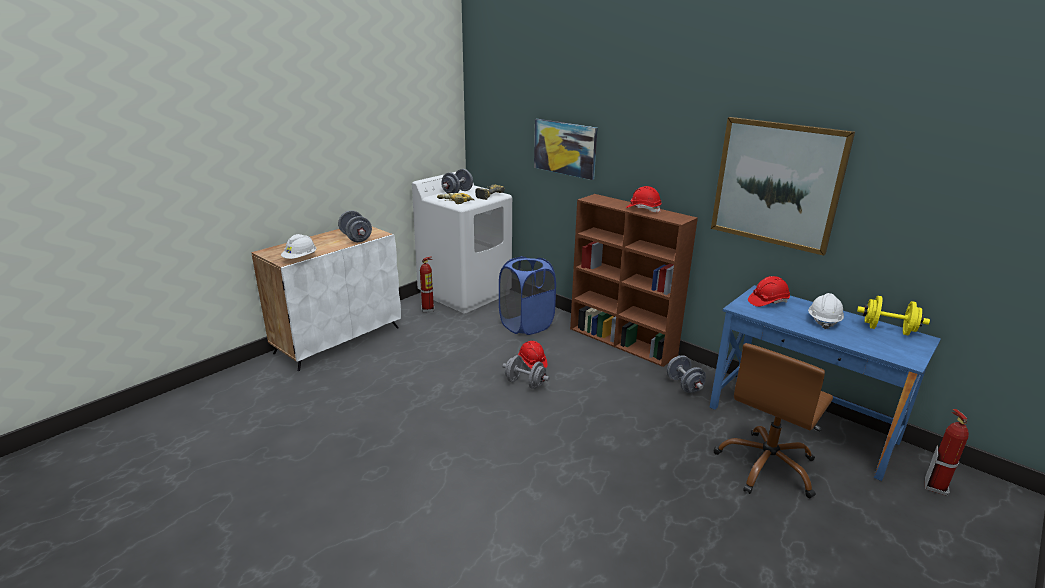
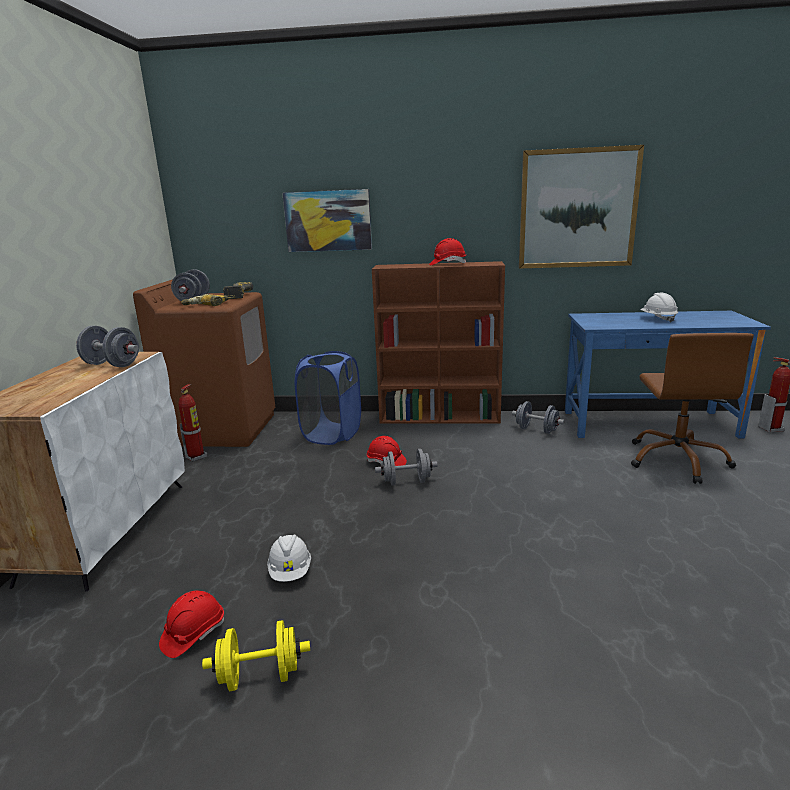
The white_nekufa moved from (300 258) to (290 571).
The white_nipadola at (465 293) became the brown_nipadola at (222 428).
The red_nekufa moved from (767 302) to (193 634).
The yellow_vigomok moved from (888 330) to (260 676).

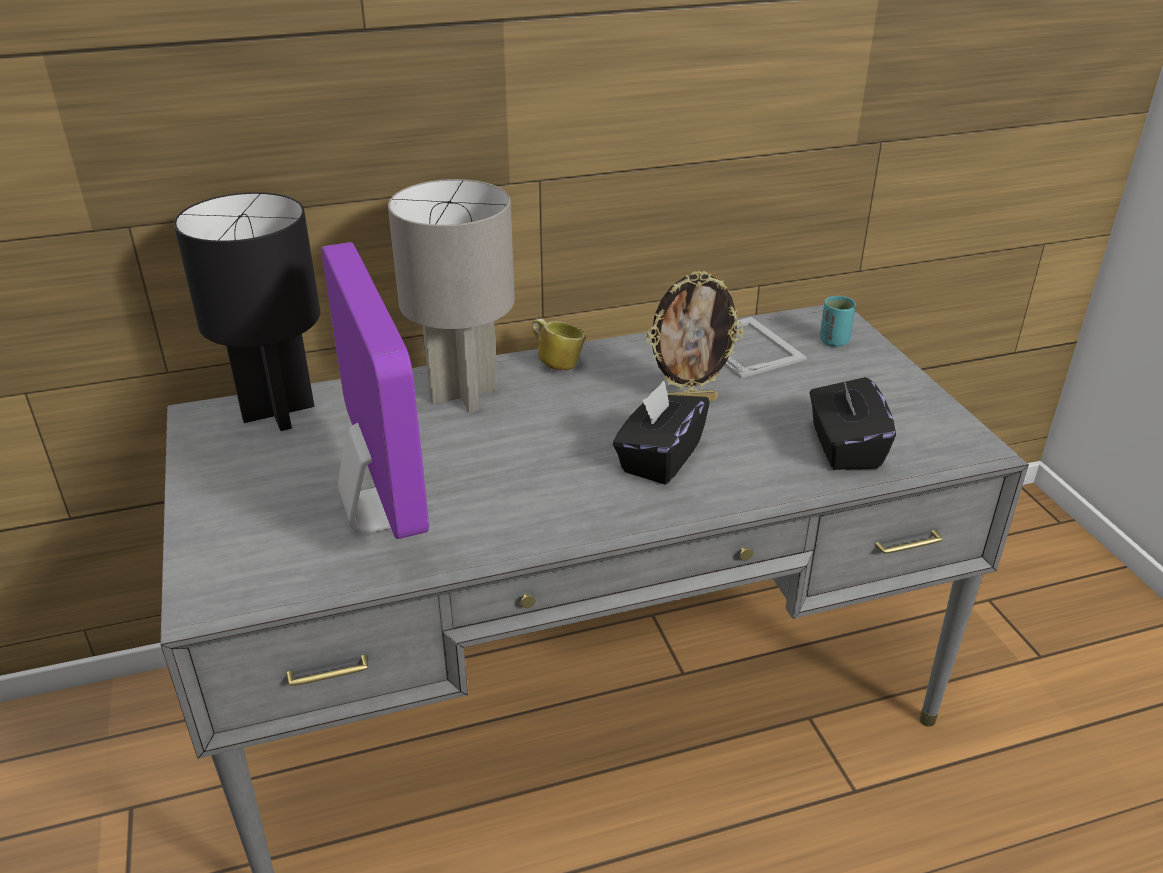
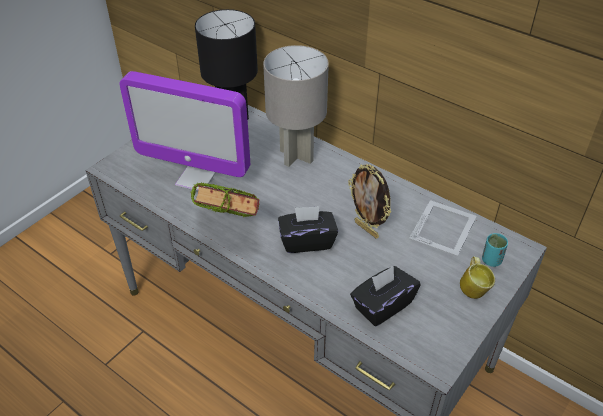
The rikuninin at (382 509) turned 75 degrees clockwise.
The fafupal moved from (557 363) to (474 288).
The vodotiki at (228 228) appeared.

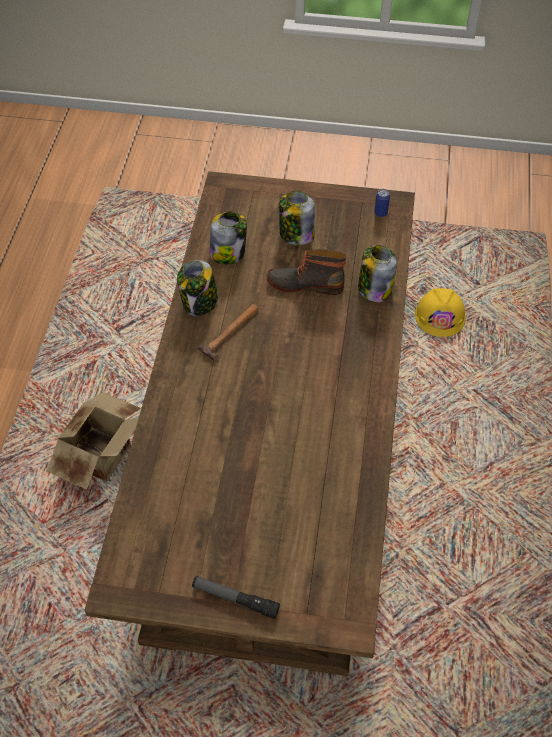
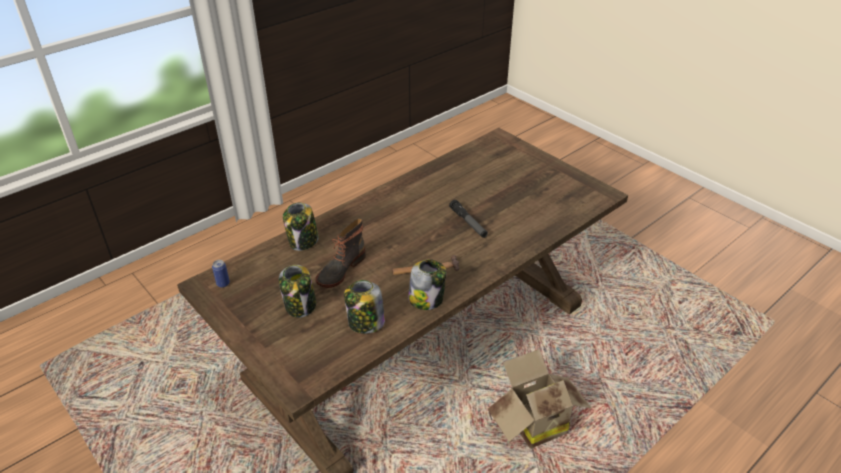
The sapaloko moved from (235 599) to (468 223).
The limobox at (305 283) turned 75 degrees clockwise.
The yellow_nekufa at (440 316) disappeared.

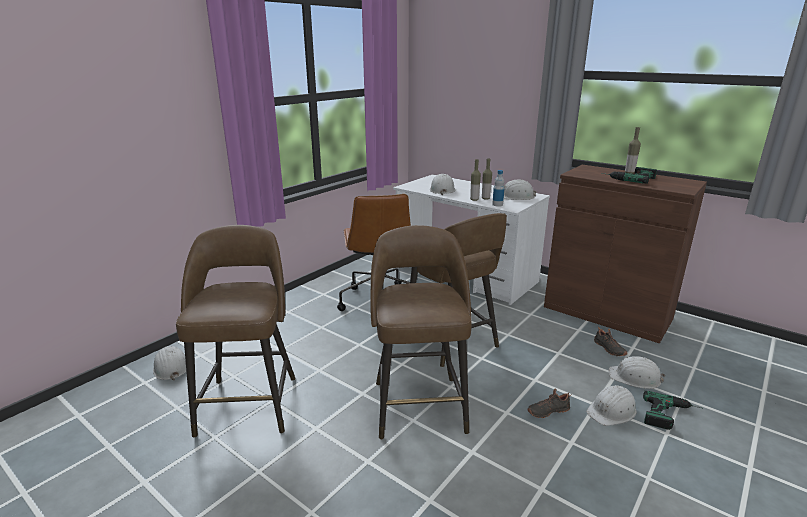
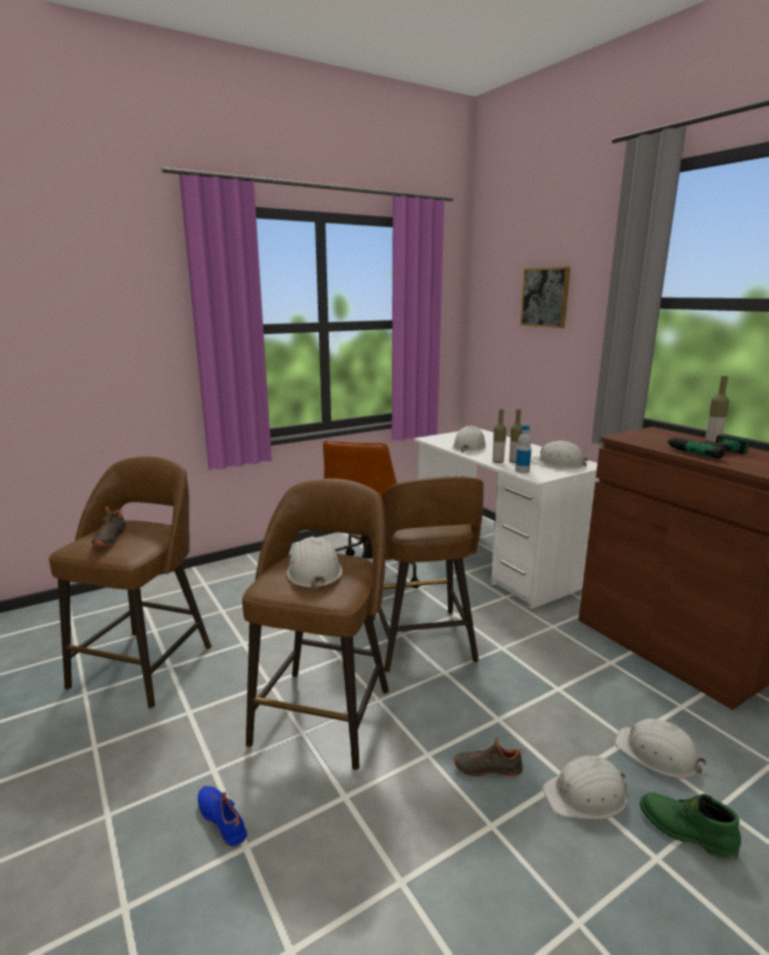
The white_nekufa moved from (171 367) to (314 571).
The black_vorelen moved from (608 349) to (109 539).
The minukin at (672 416) was replaced by the green_limobox at (685 832).
The blue_vorelen at (223 819) appeared.
The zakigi at (545 297) appeared.

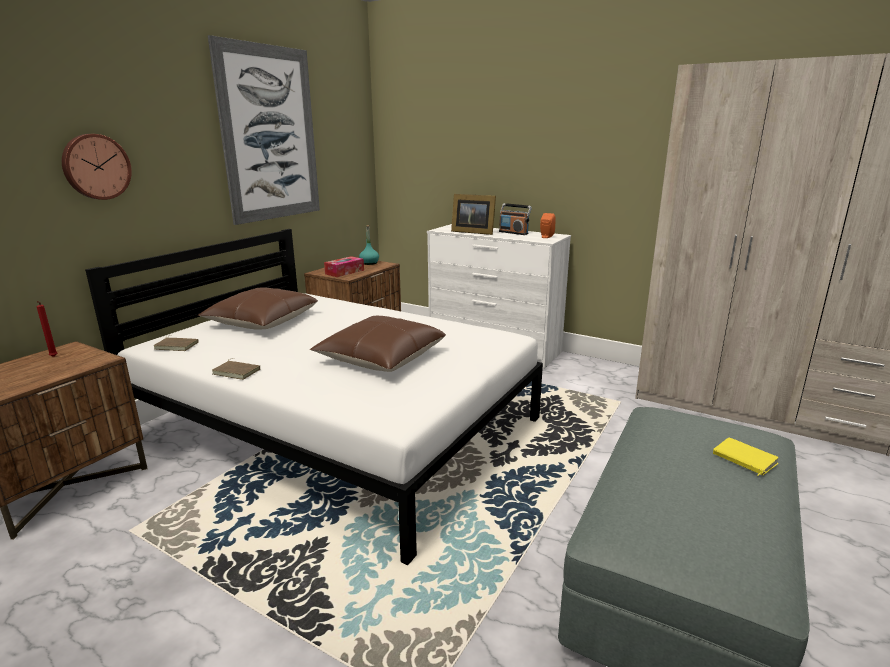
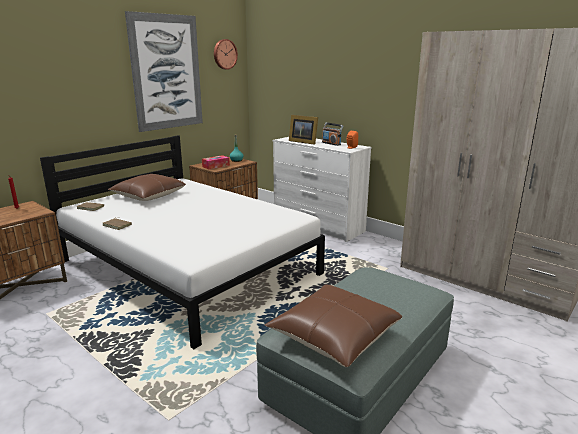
The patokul moved from (95 167) to (224 54).
The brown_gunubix moved from (381 358) to (334 335).
The yellow_vodotiki at (743 459) disappeared.

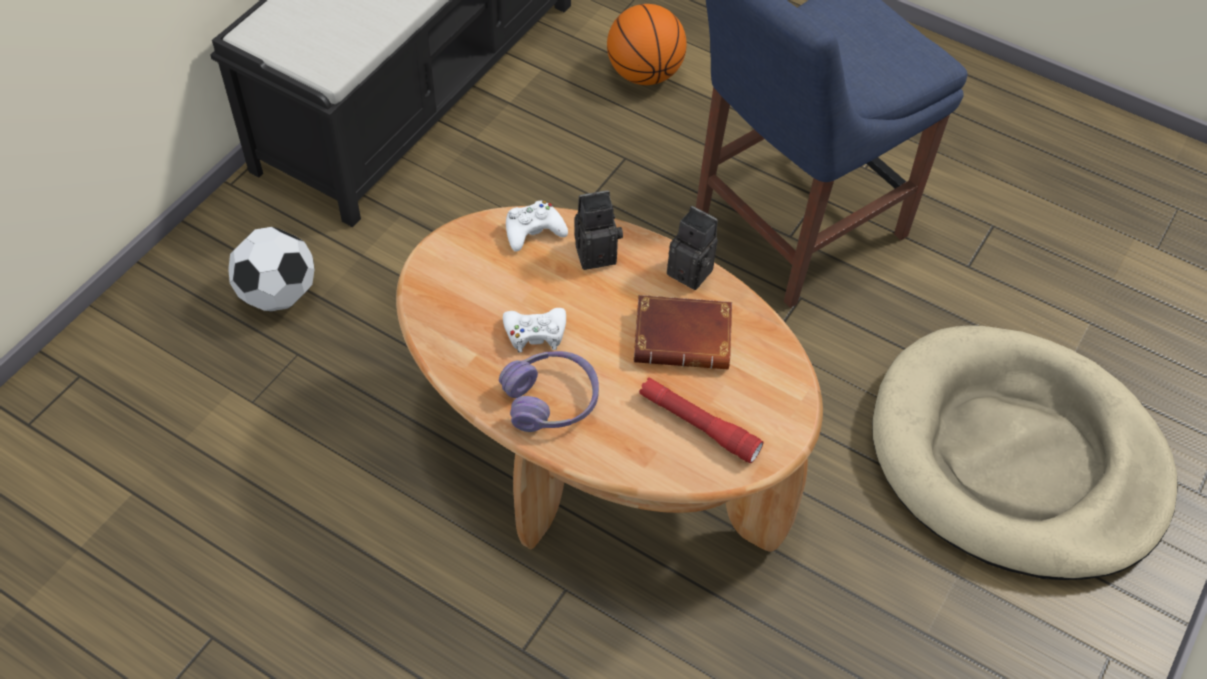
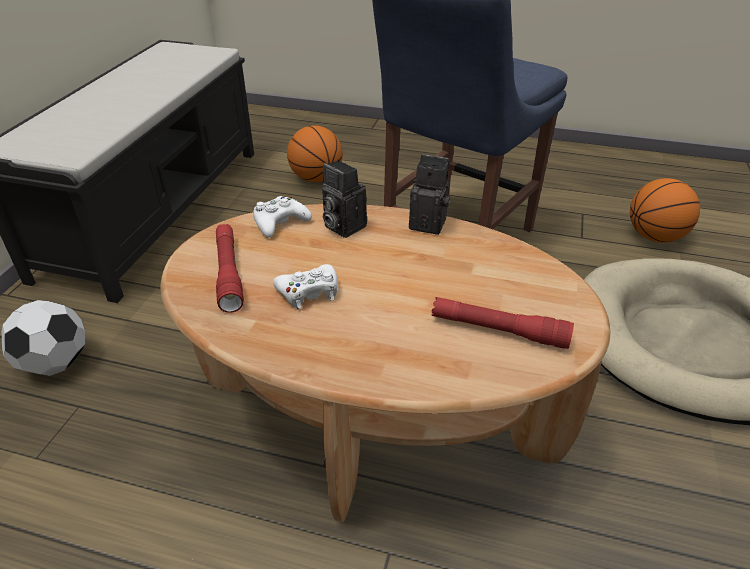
The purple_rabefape at (551 400) disappeared.
The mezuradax at (597 252) turned 105 degrees counterclockwise.
The brown_vodotiki at (685 337) disappeared.
The red_sapaloko at (229 273) appeared.
The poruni at (655 236) appeared.

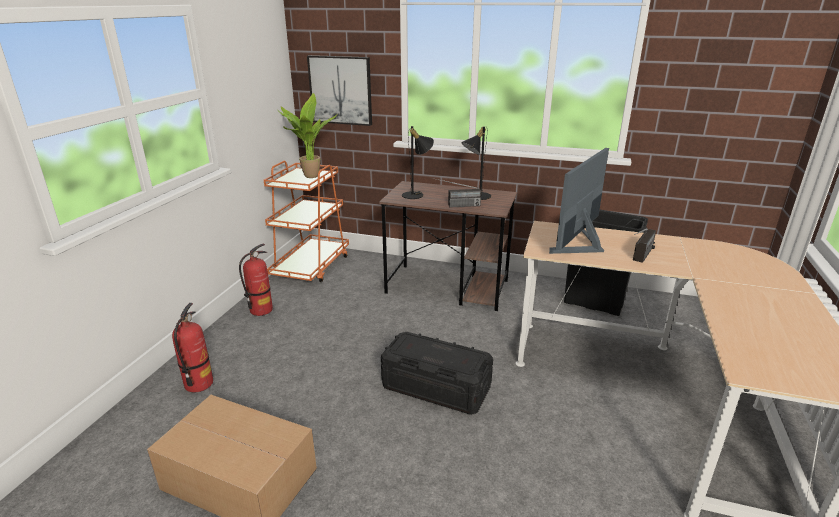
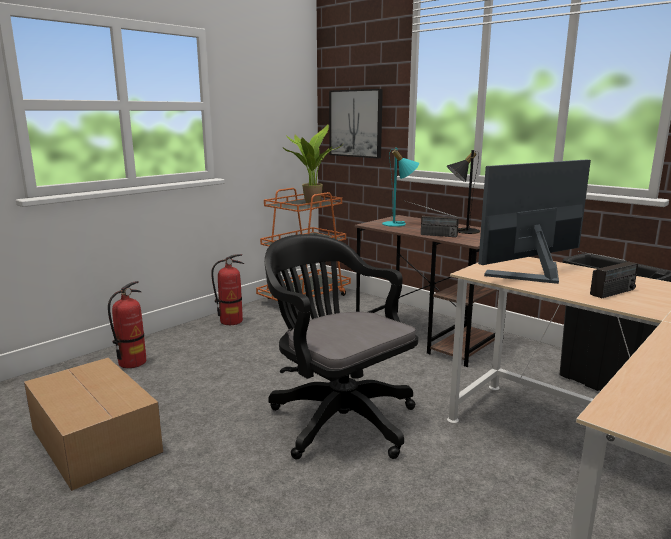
The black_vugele at (436 387) was replaced by the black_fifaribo at (337 418).
The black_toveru at (417 195) became the turquoise_toveru at (398 224).

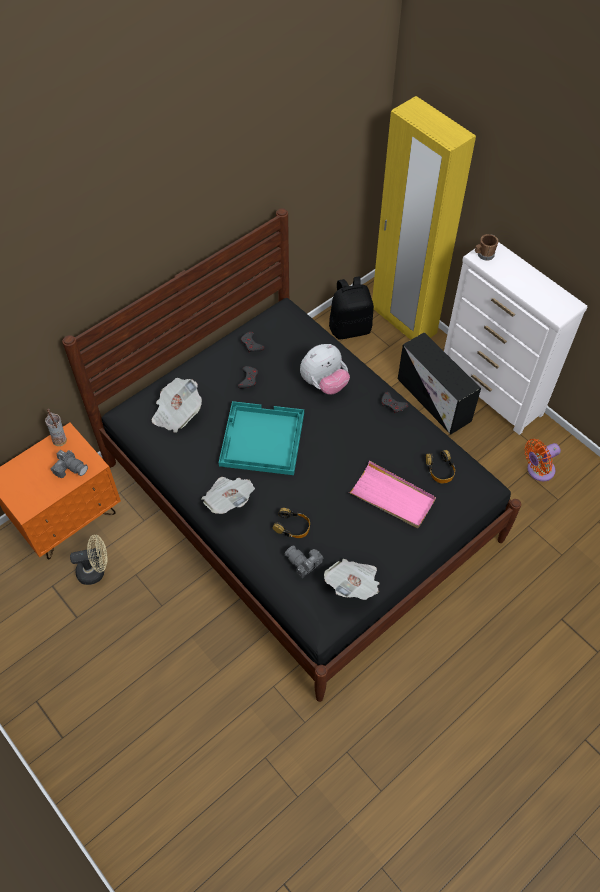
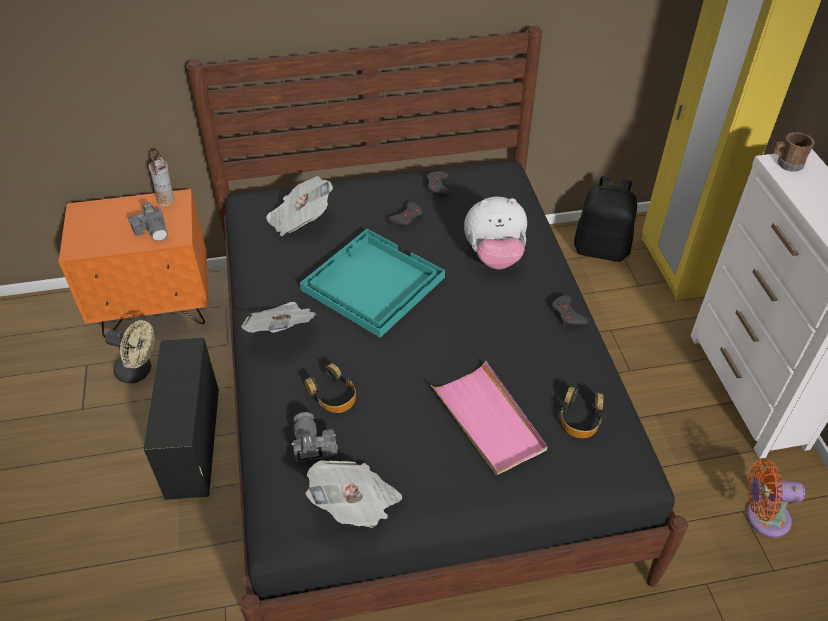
The black_vugele moved from (434 400) to (193 443).

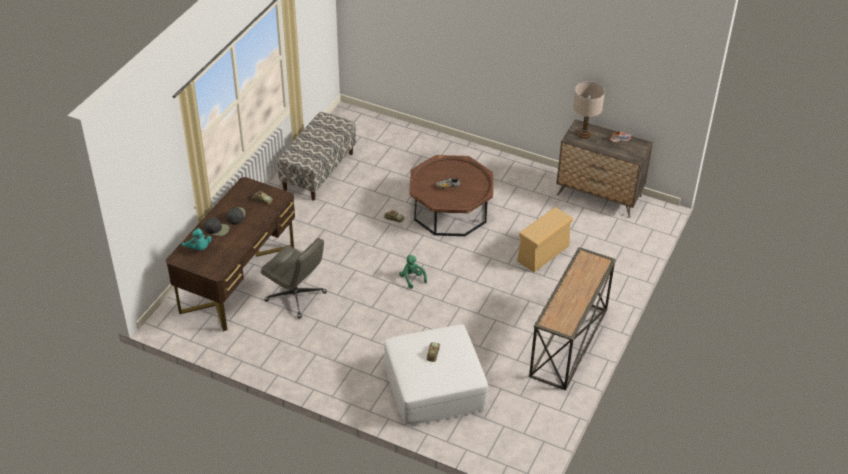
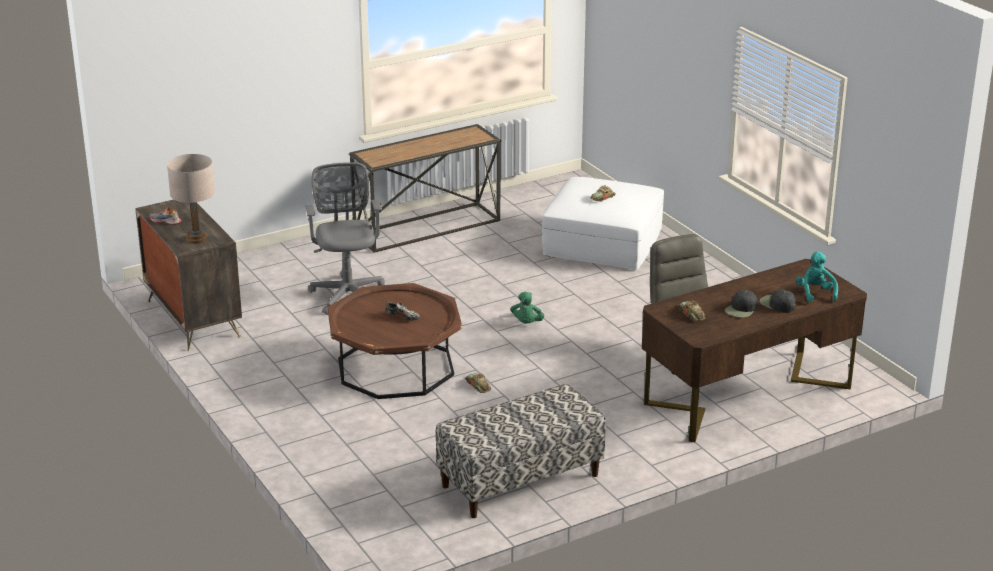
The beige_vugele at (542 254) was replaced by the grey_fifaribo at (347 293).

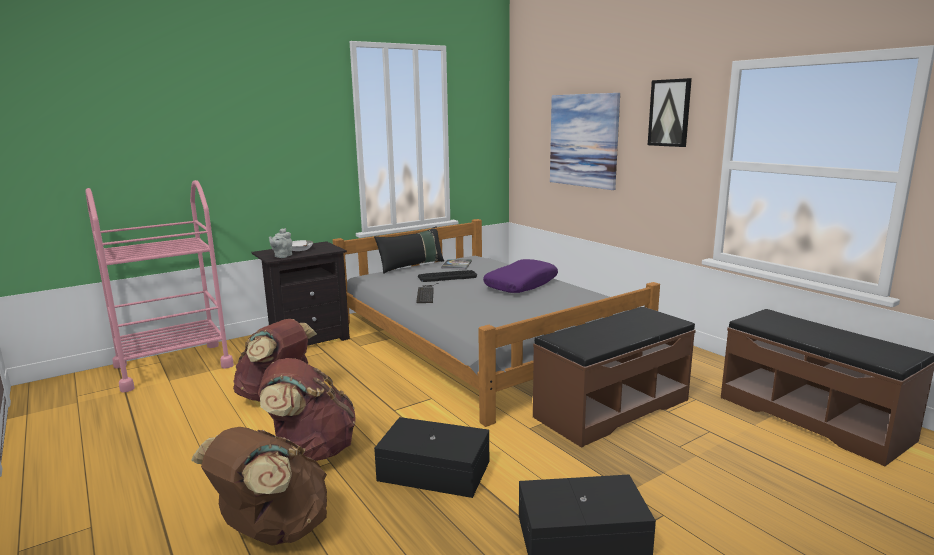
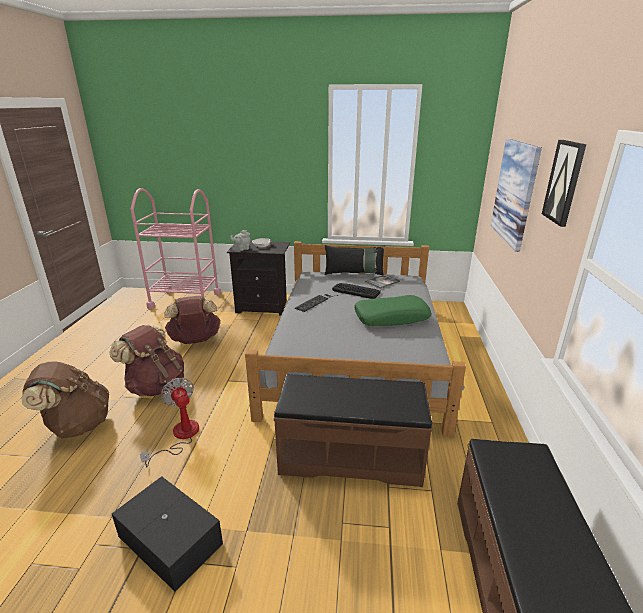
The black_vugele at (434 472) was replaced by the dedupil at (180 436).
The purple_gunubix at (521 285) became the green_gunubix at (391 317).

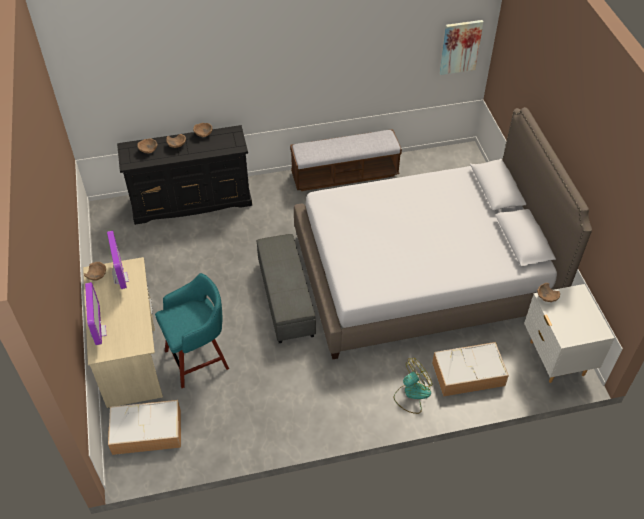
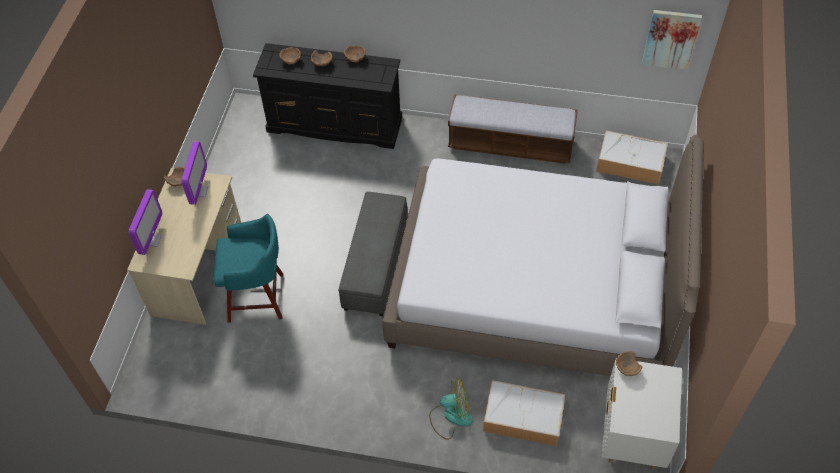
The vugele moved from (145 432) to (629 163).

